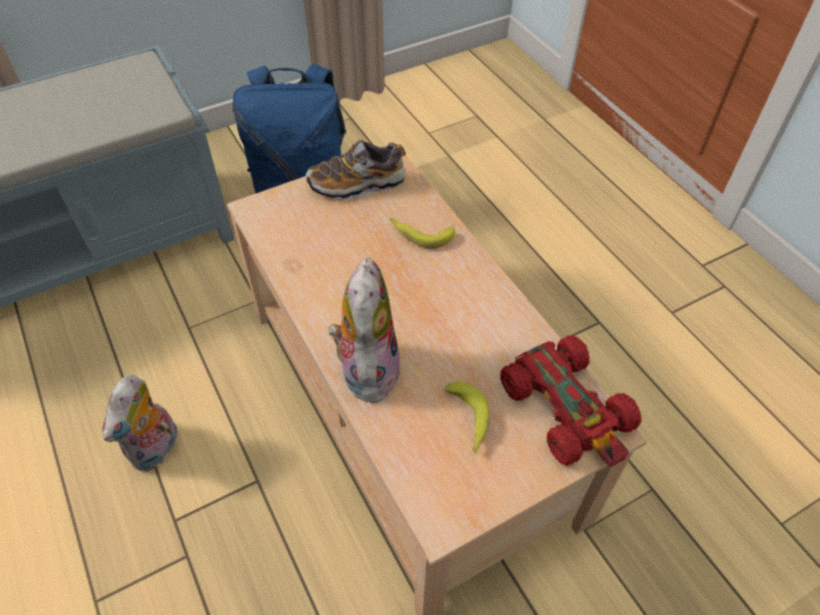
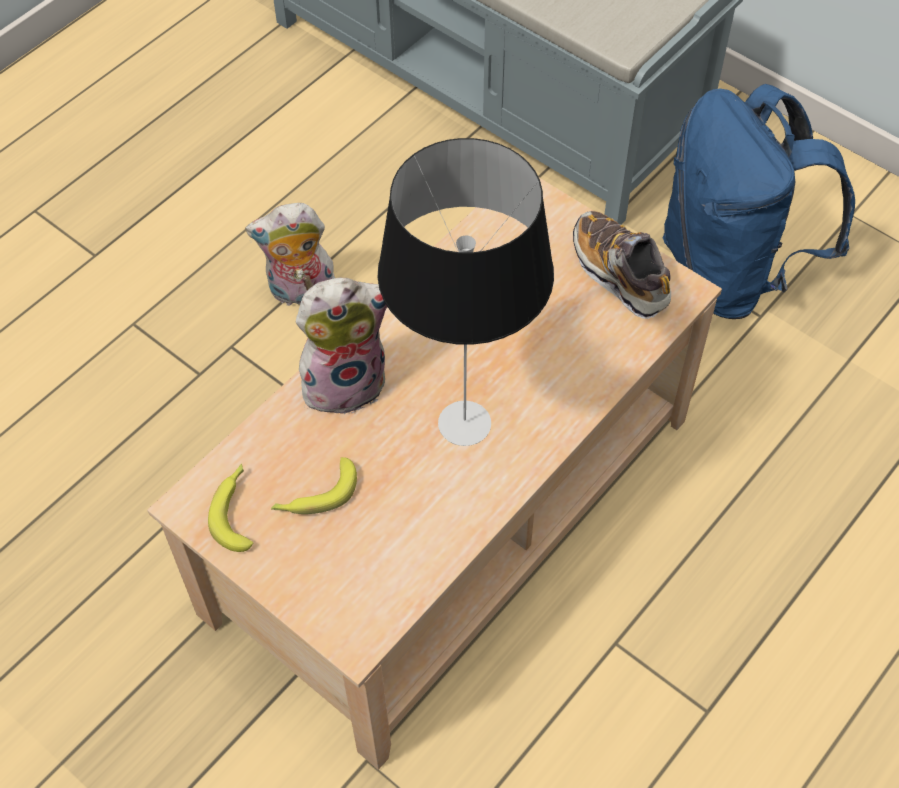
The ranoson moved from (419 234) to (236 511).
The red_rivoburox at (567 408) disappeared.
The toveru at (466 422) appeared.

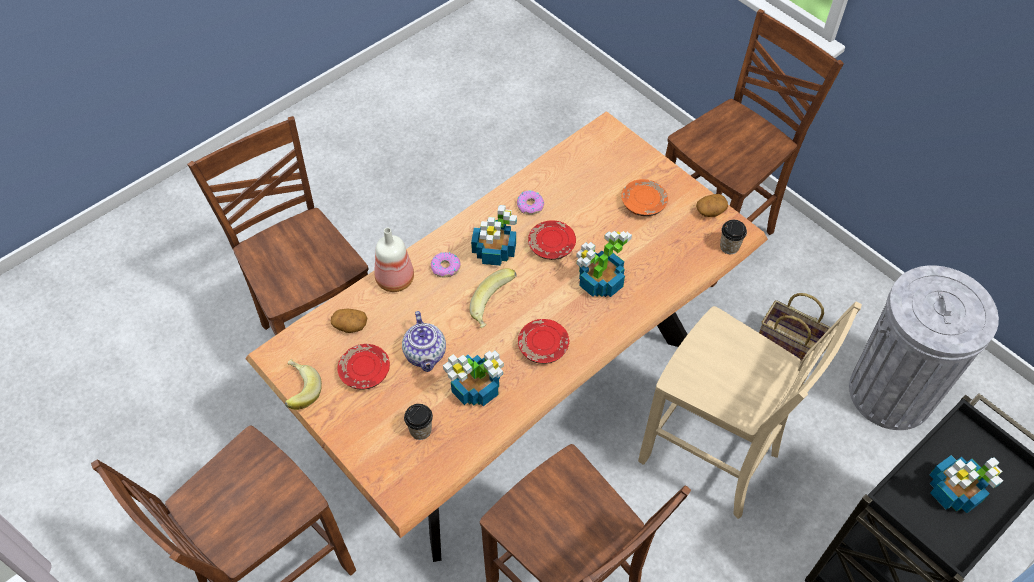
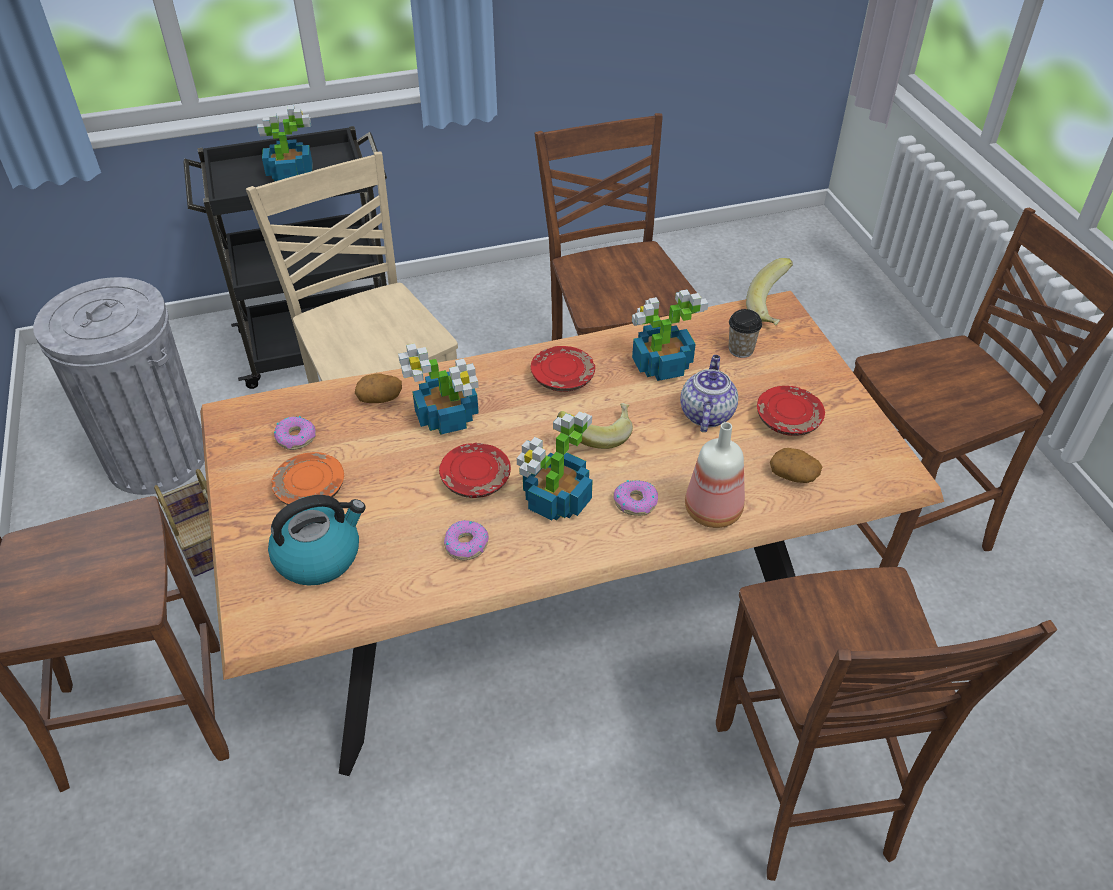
The ranoson moved from (299 392) to (772 309).
The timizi moved from (710 211) to (380 397).
The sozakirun at (729 247) disappeared.
The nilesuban at (319 556) appeared.
The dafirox at (296 437) appeared.

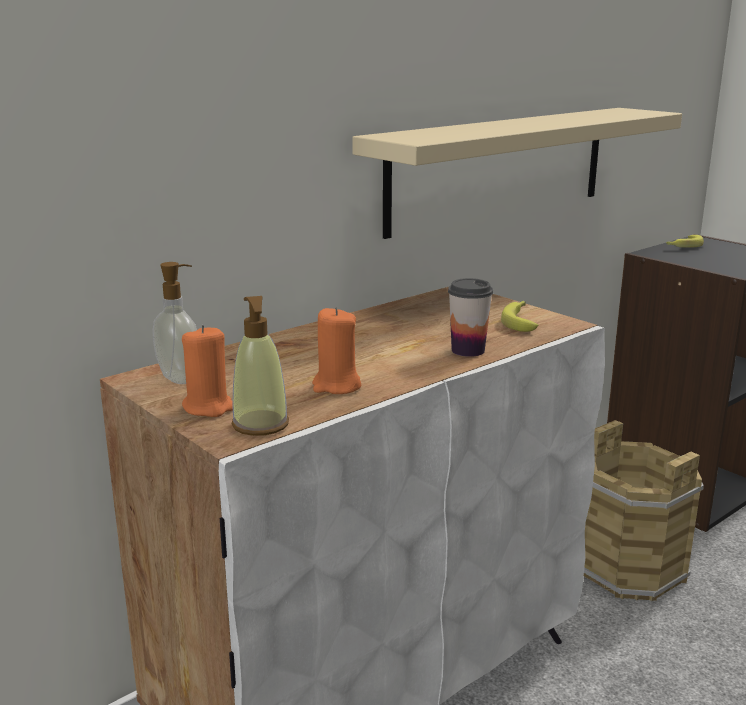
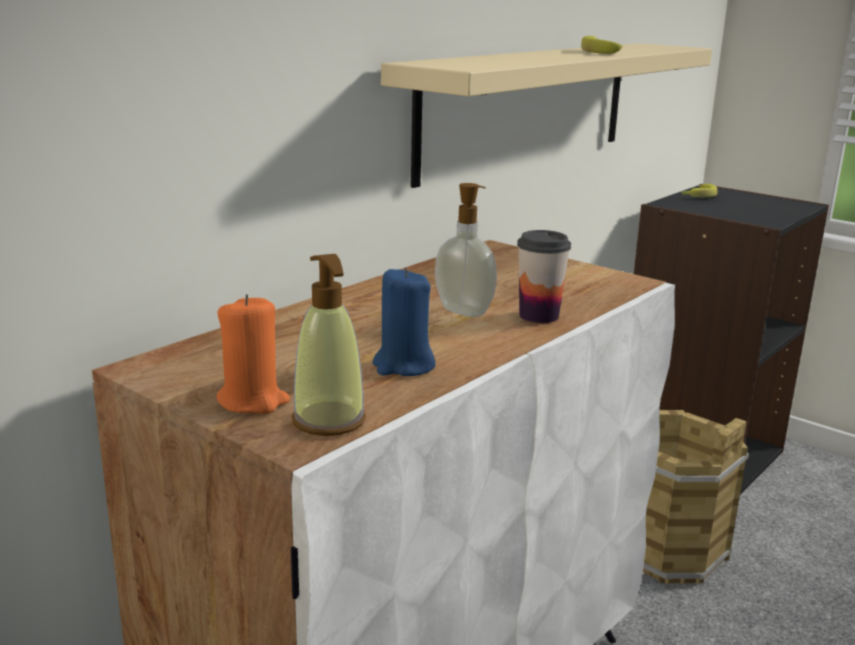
The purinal moved from (181 378) to (465 311).
The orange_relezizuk at (336 386) became the blue_relezizuk at (403 366).
The ranoson moved from (521 321) to (599 51).

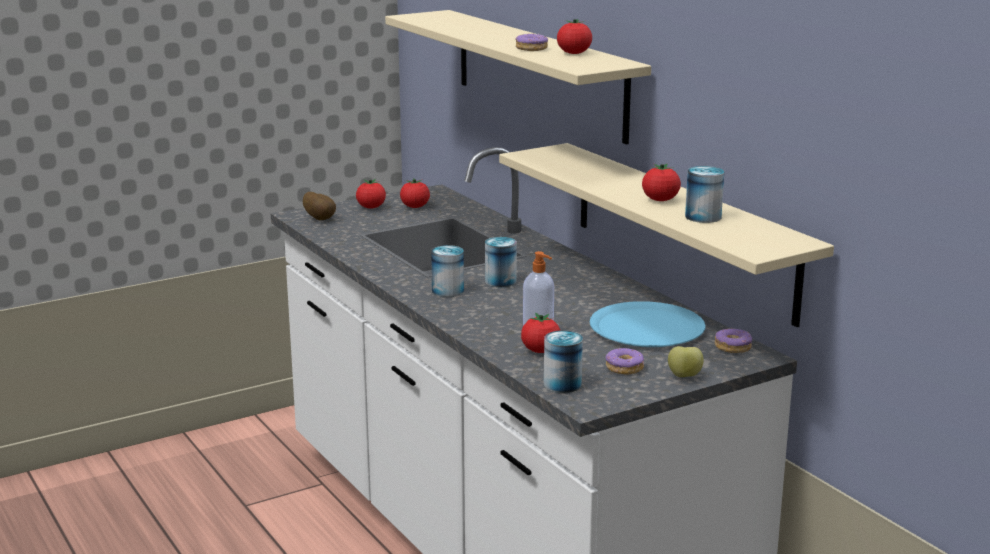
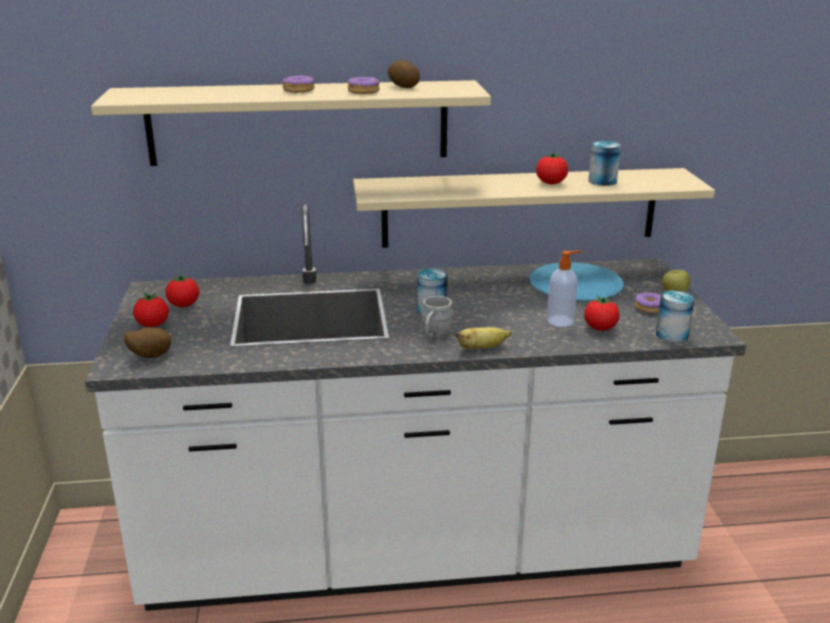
The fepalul at (448 291) was replaced by the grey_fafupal at (434 336).
The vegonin at (574 53) was replaced by the timizi at (403 86).
The dafirox moved from (733 347) to (298 90).
The ranoson at (482 348) appeared.

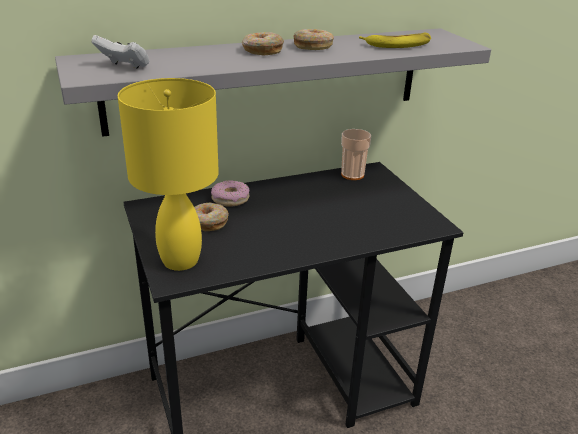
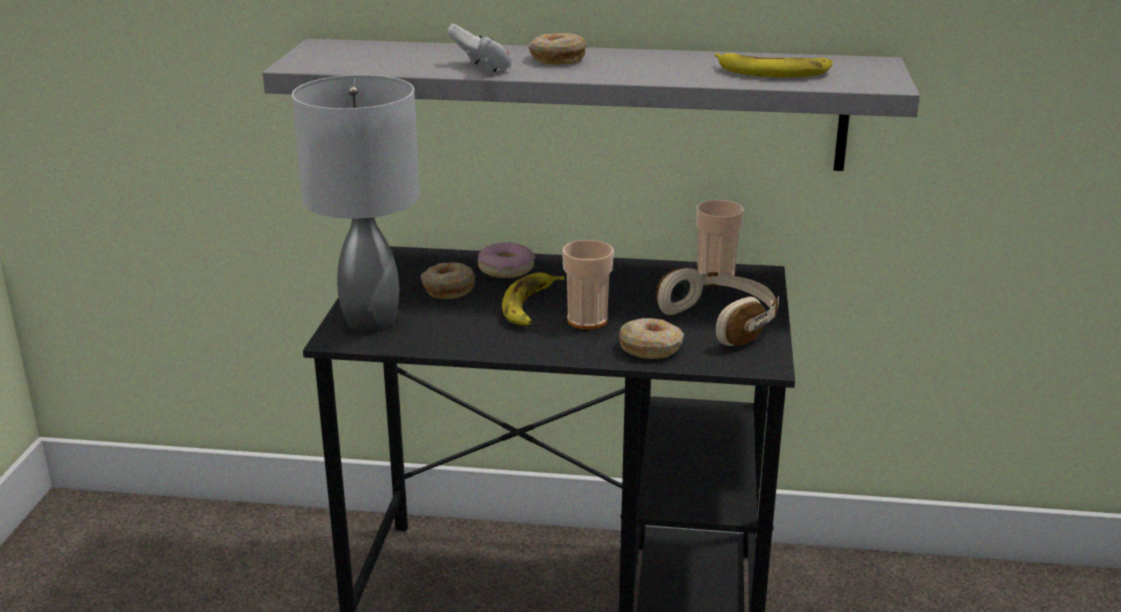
The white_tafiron moved from (124 67) to (482 68).
The yellow_toveru at (180 259) became the grey_toveru at (371 320).
The dafirox moved from (313 46) to (651 348).
The ranoson at (531 306) appeared.
The sozakirun at (587 320) appeared.
The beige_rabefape at (722 321) appeared.

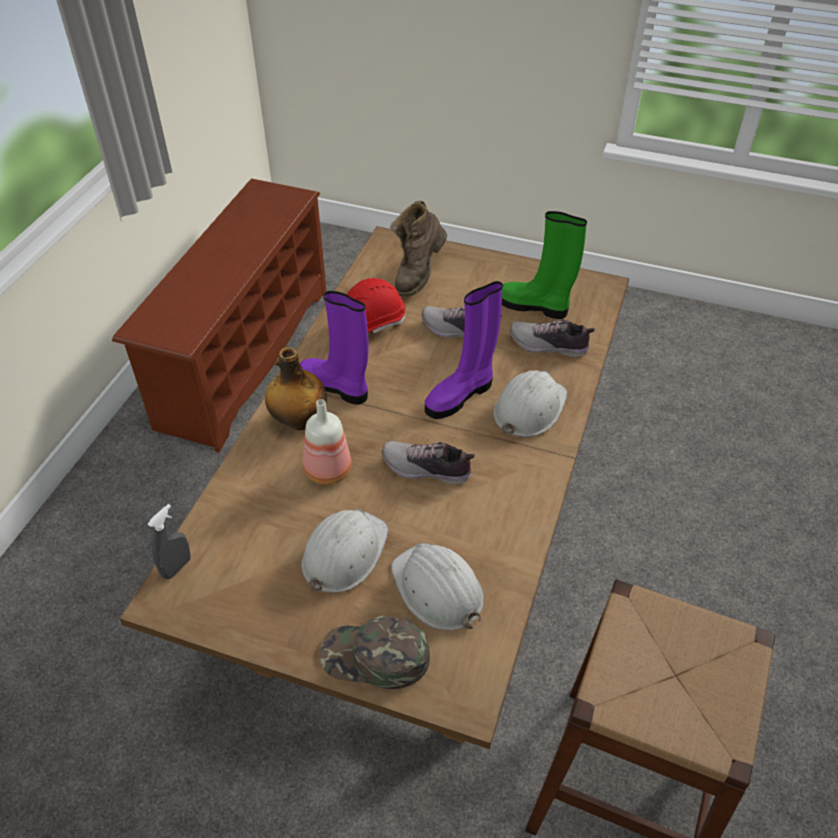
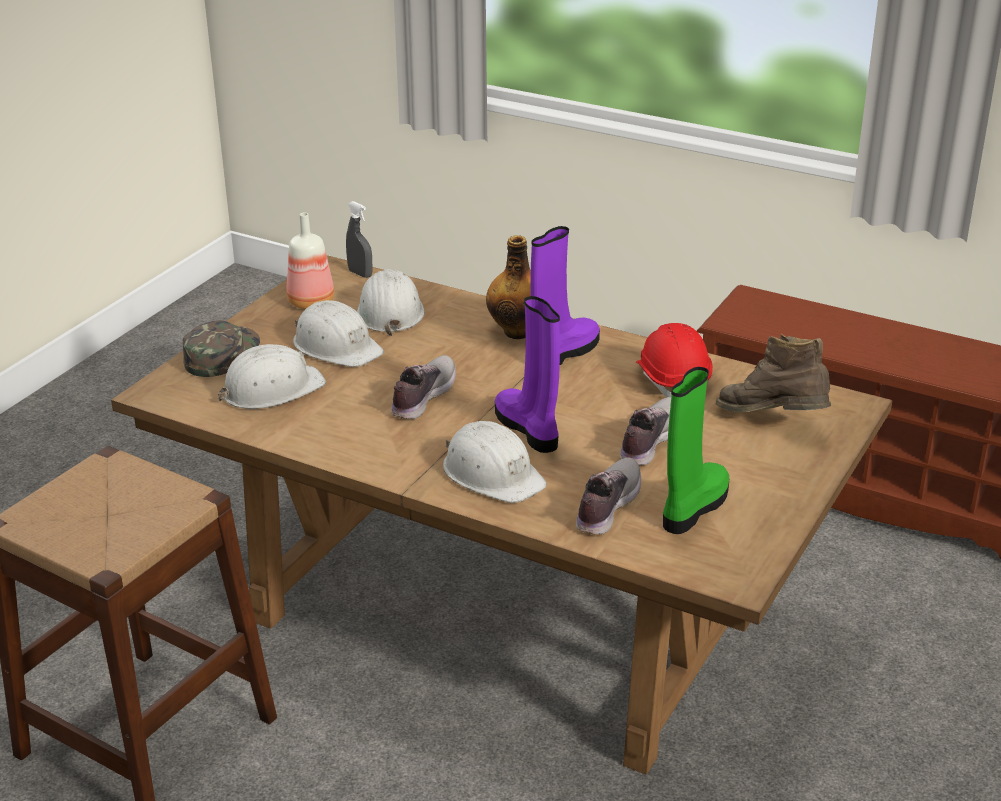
The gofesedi moved from (327 471) to (310 302).
The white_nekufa at (389 312) appeared.

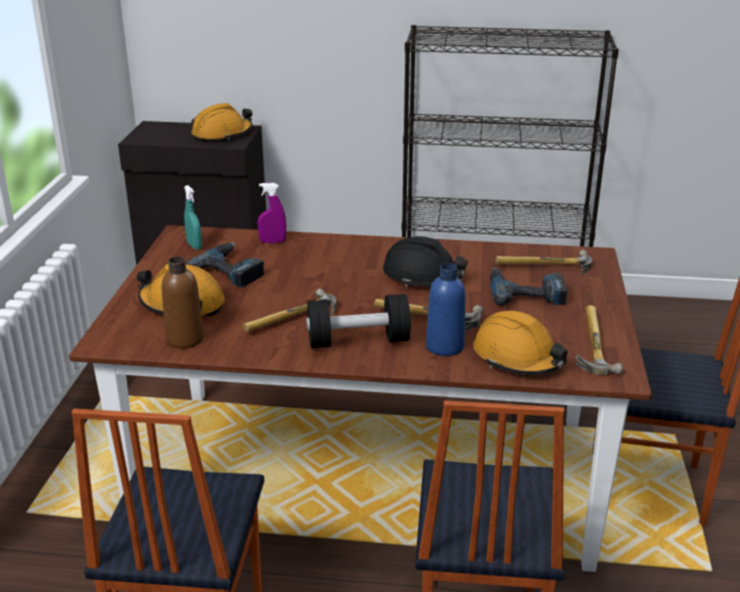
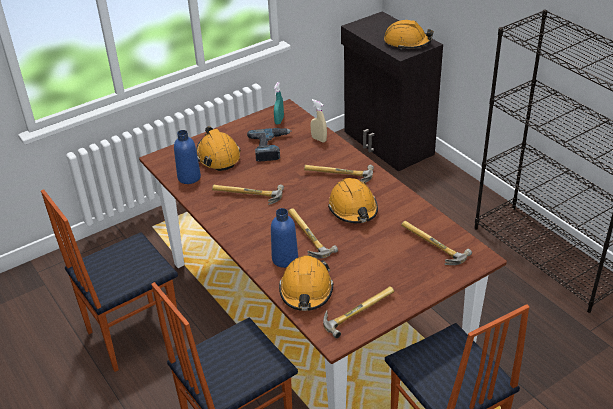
The brown_gofesedi at (185 339) became the blue_gofesedi at (189 177).
The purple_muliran at (272 242) became the beige_muliran at (319 139).
The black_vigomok at (358 341) disappeared.
The black_nekufa at (423 276) became the orange_nekufa at (353 209).
The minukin at (525 293) disappeared.
The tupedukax at (338 176) appeared.

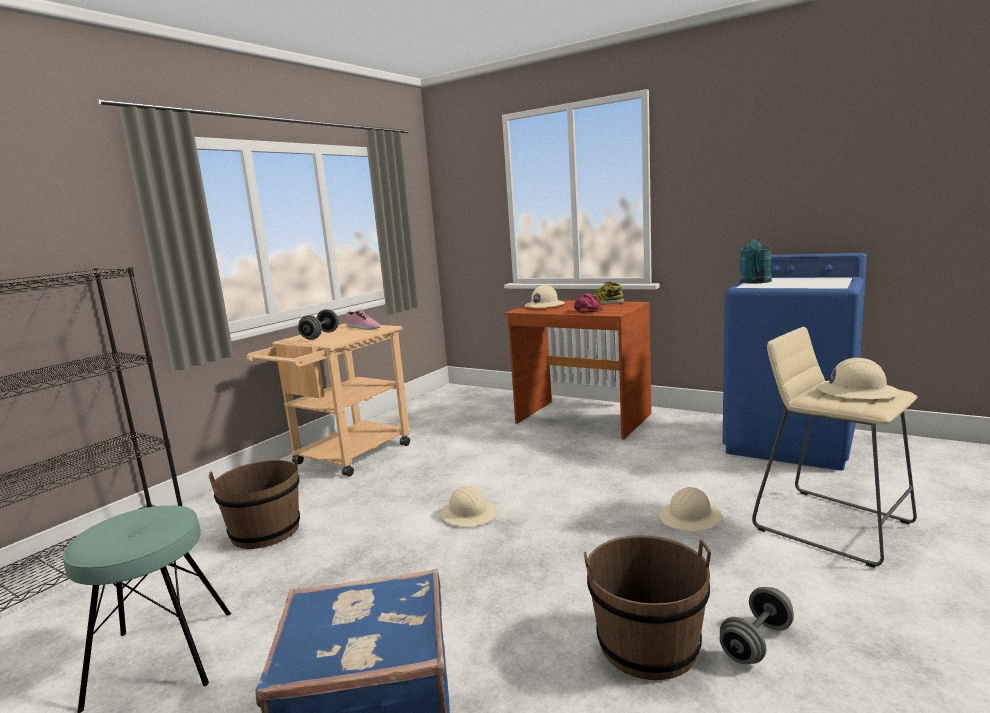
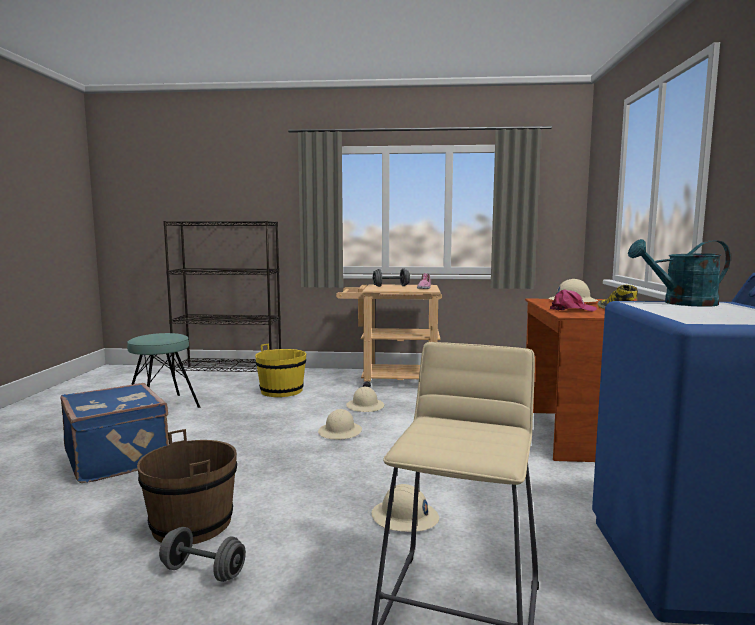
The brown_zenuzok at (265 531) became the yellow_zenuzok at (281 391).
The beige_nekufa moved from (856 392) to (365 406).

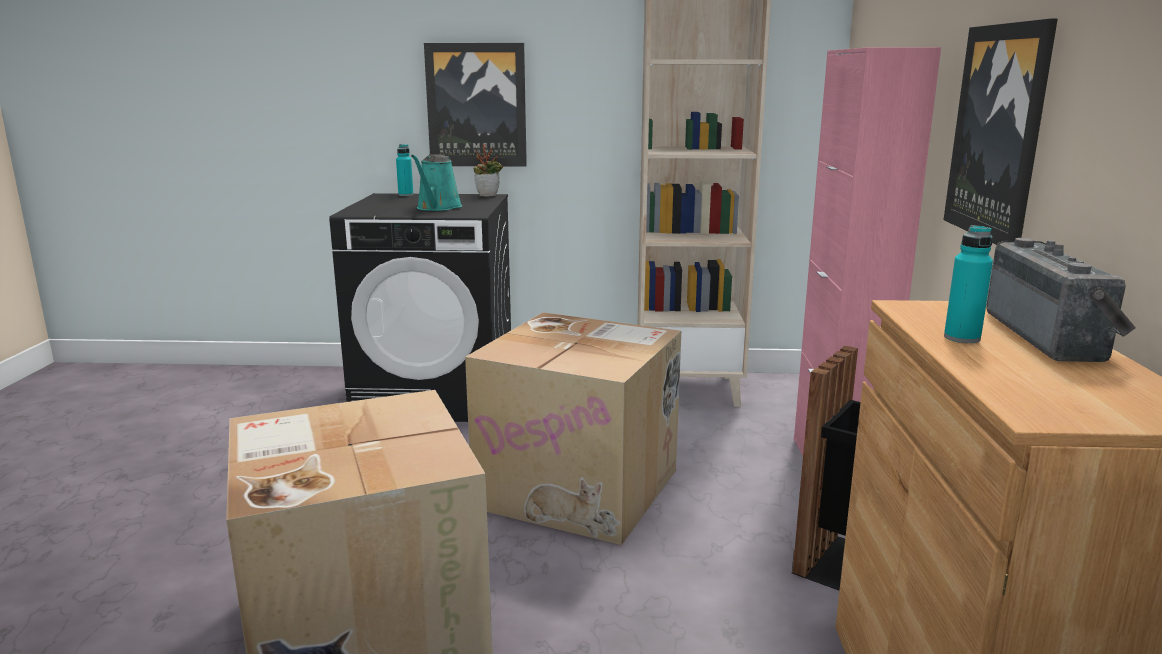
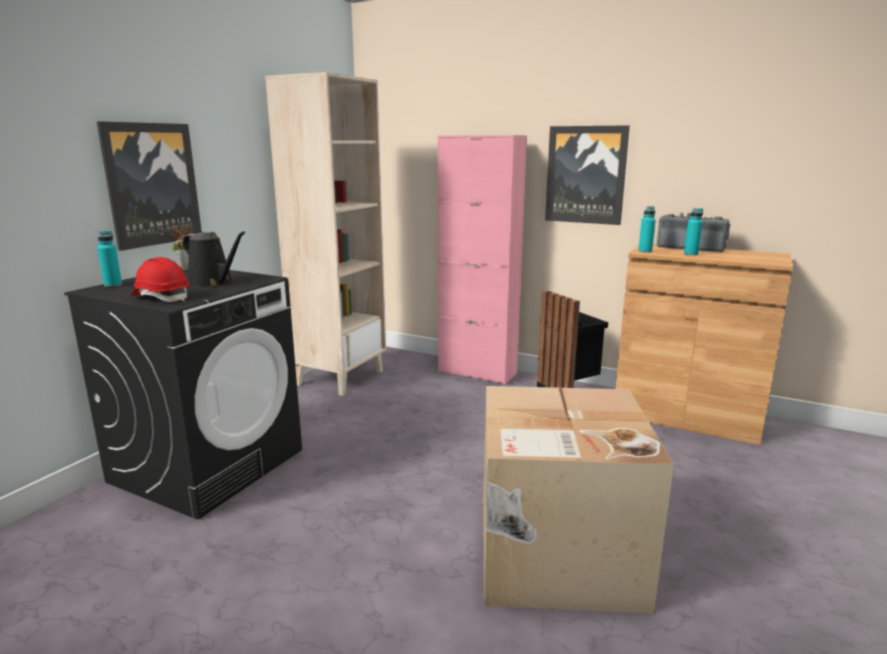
The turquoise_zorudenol at (437 208) became the black_zorudenol at (213 283).
The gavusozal at (581 487) disappeared.
The red_nekufa at (162 297) appeared.
The turquoise_gofesedi at (645 251) appeared.

